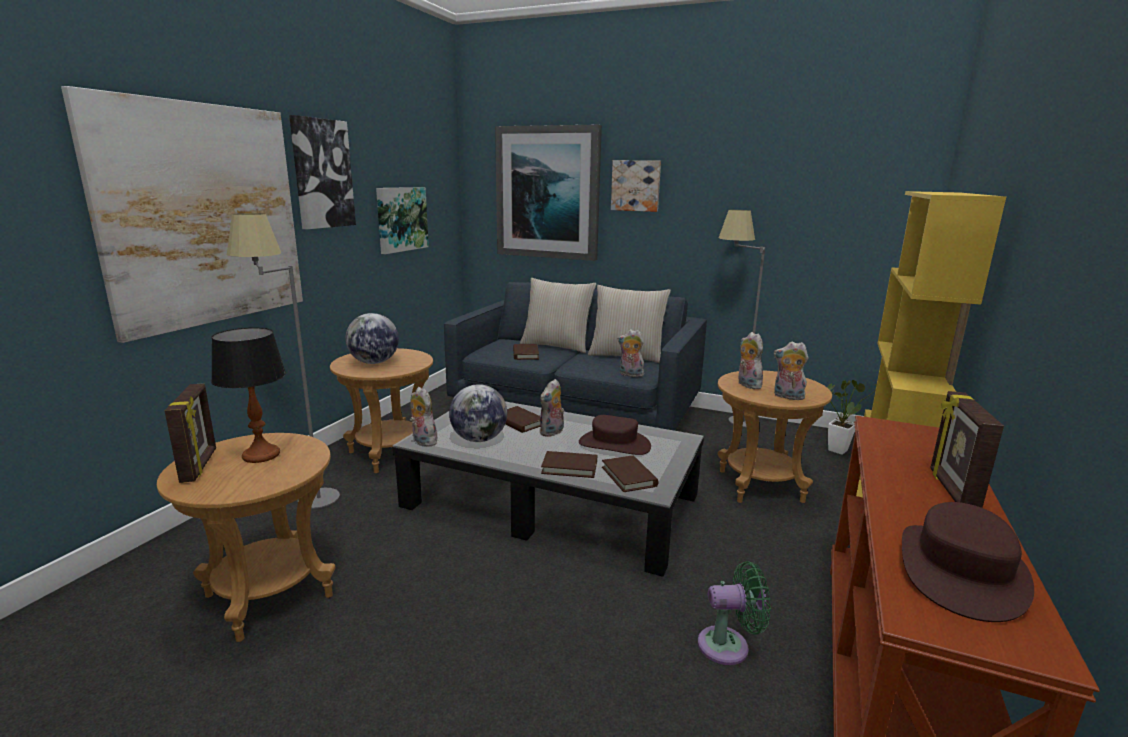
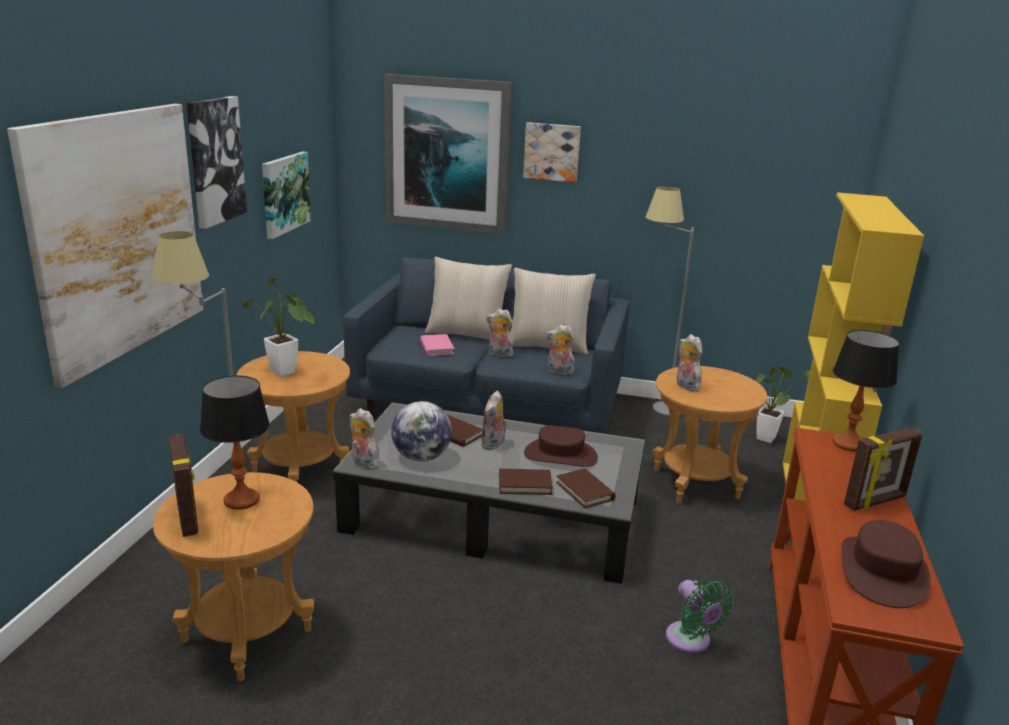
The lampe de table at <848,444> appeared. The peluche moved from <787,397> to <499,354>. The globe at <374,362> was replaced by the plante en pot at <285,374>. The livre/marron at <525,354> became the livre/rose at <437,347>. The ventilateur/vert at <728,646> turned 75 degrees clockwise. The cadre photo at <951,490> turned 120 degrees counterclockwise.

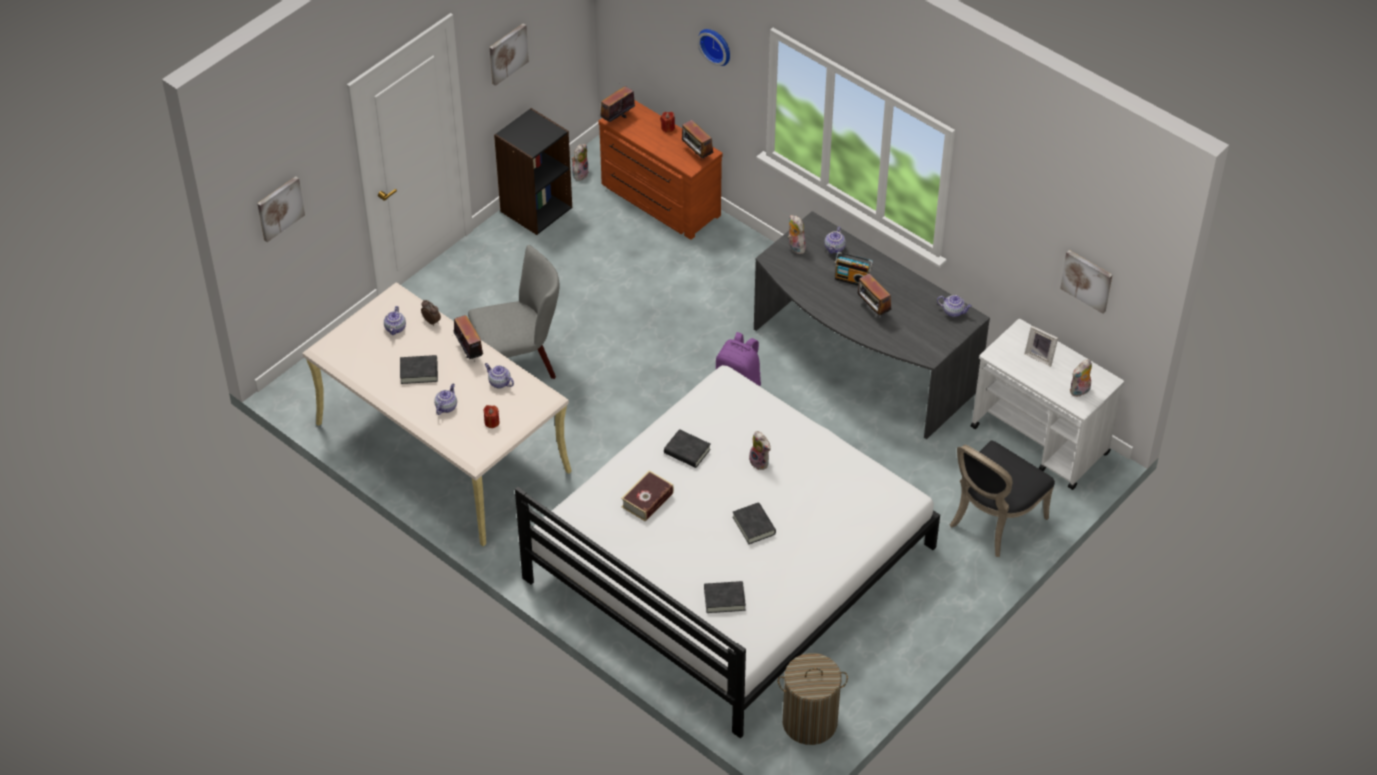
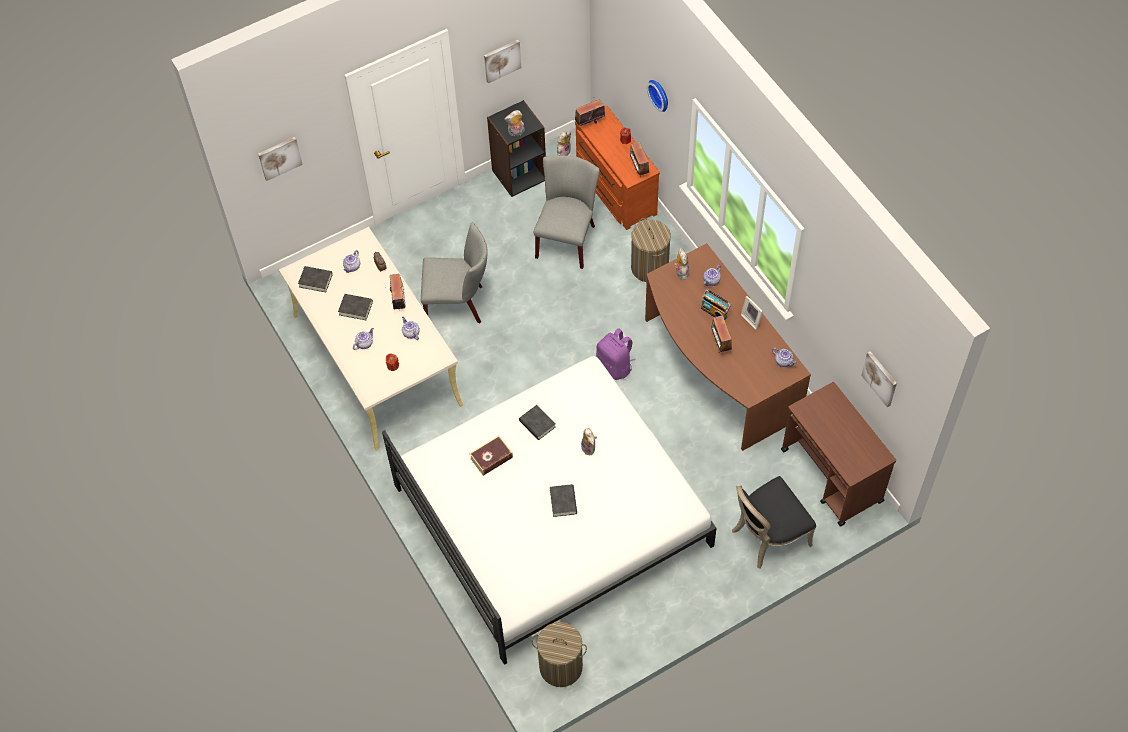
The chaise/gris at <567,238> appeared. The panier à linge at <649,267> appeared. The livre/noir moved from <724,599> to <315,280>. The cadre photo moved from <1040,356> to <752,319>. The peluche moved from <1080,391> to <516,132>. The bureau/gris at <861,362> became the bureau/marron at <717,370>. The chariot/blanc at <1040,441> became the chariot/marron at <832,476>.

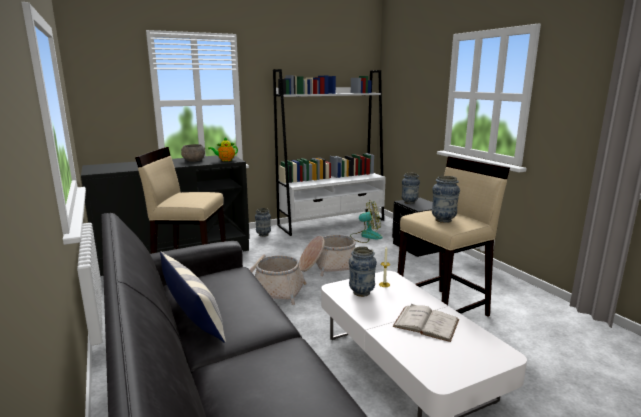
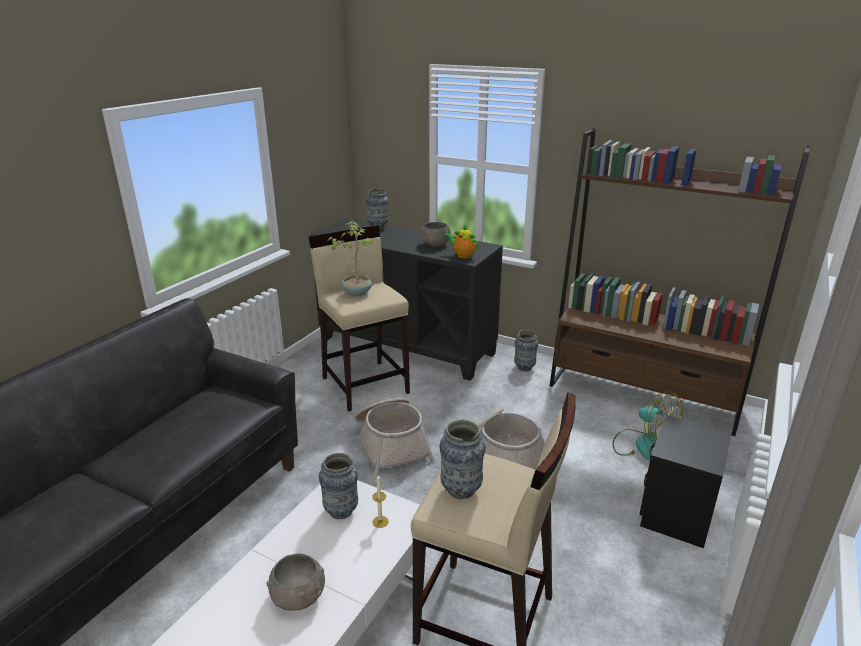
The coussin at <193,316> disappeared. The plante en pot at <357,292> appeared. The vase moved from <409,202> to <378,227>. The livre/blanc at <426,323> was replaced by the bol/gris at <298,597>. The bibliothèque/blanc at <332,223> became the bibliothèque/marron at <643,396>.

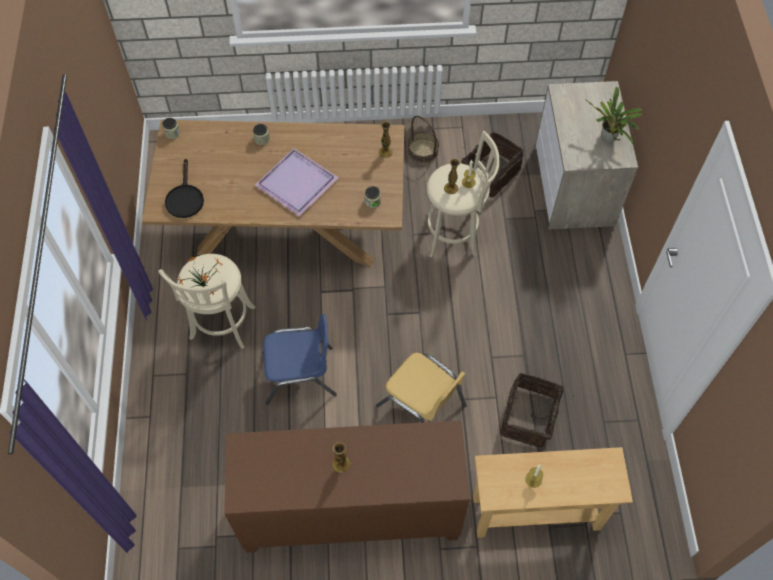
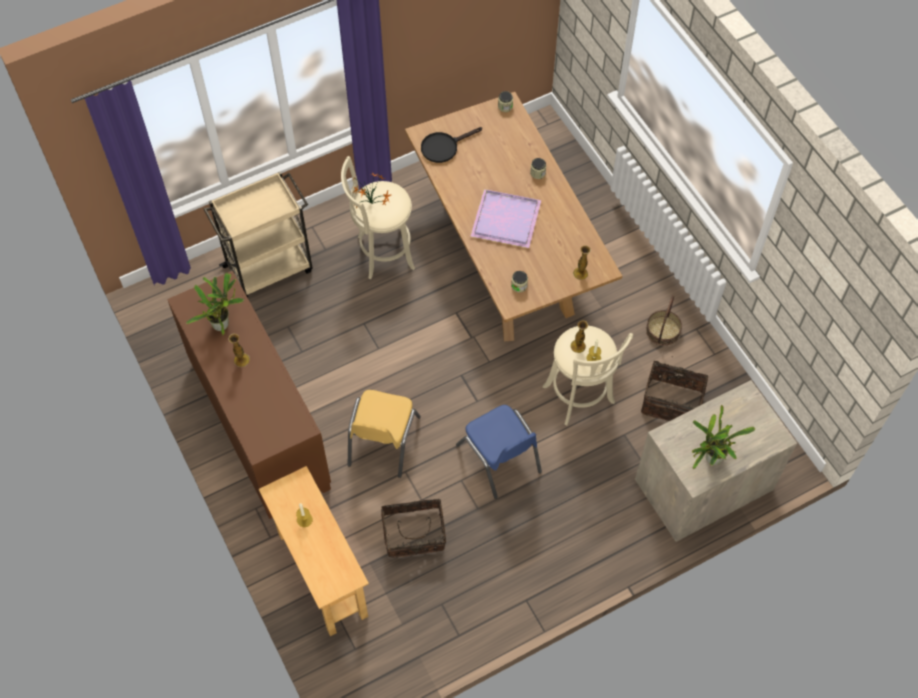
The plante en pot at <222,323> appeared. The chariot/beige at <269,268> appeared. The chaise/bleu moved from <300,375> to <499,458>.

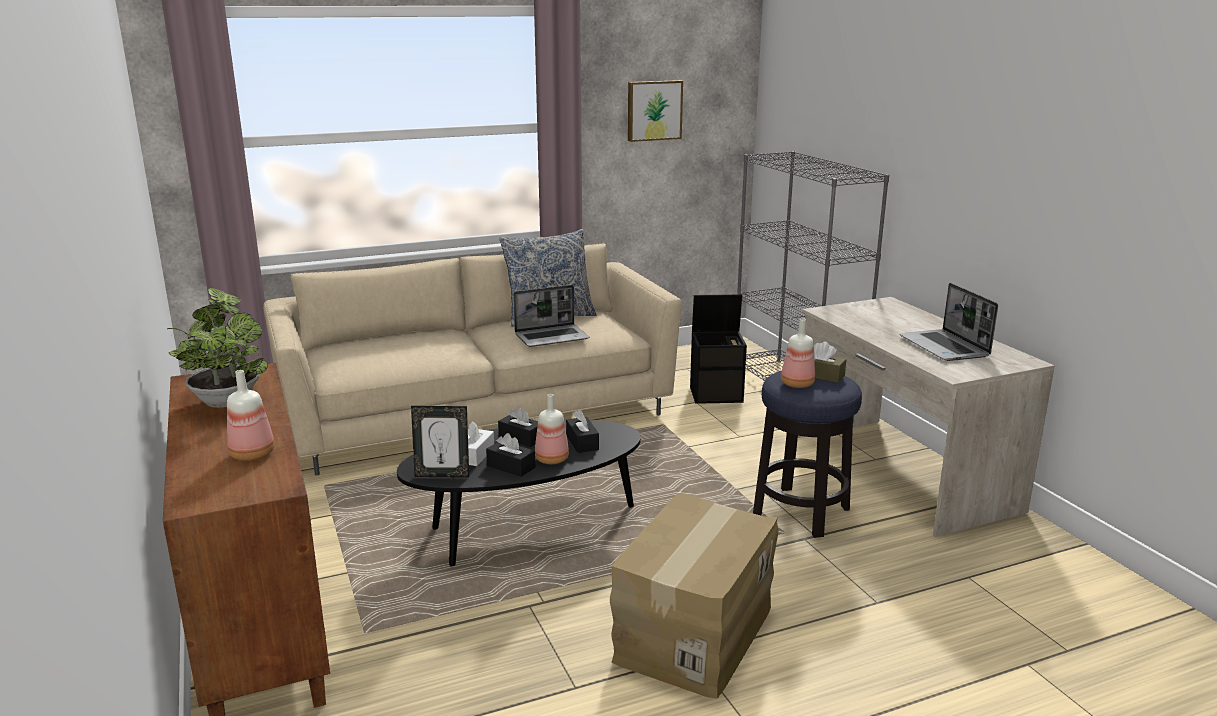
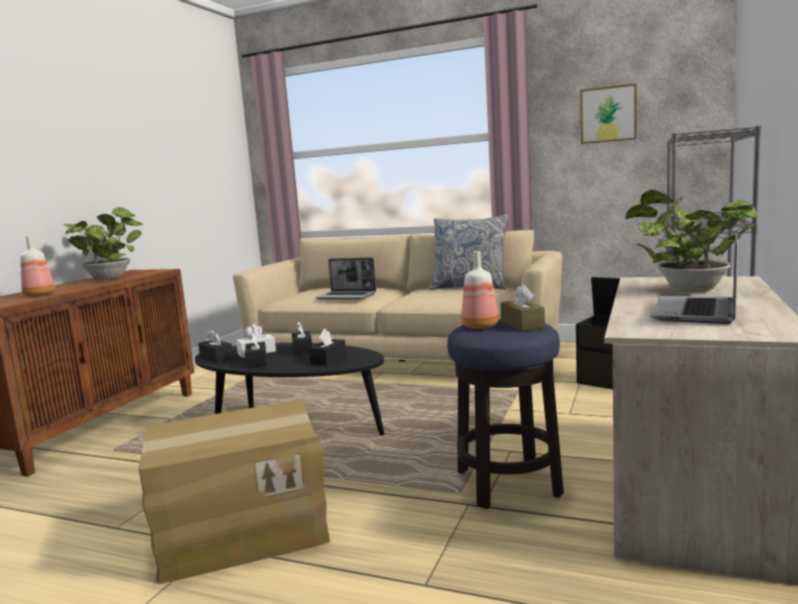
The bouteille at <552,460> disappeared. The plante en pot at <687,289> appeared. The ordinateur portable moved from <552,337> to <347,296>. The cadre photo at <442,475> was replaced by the boîte à mouchoirs/noir at <216,358>.

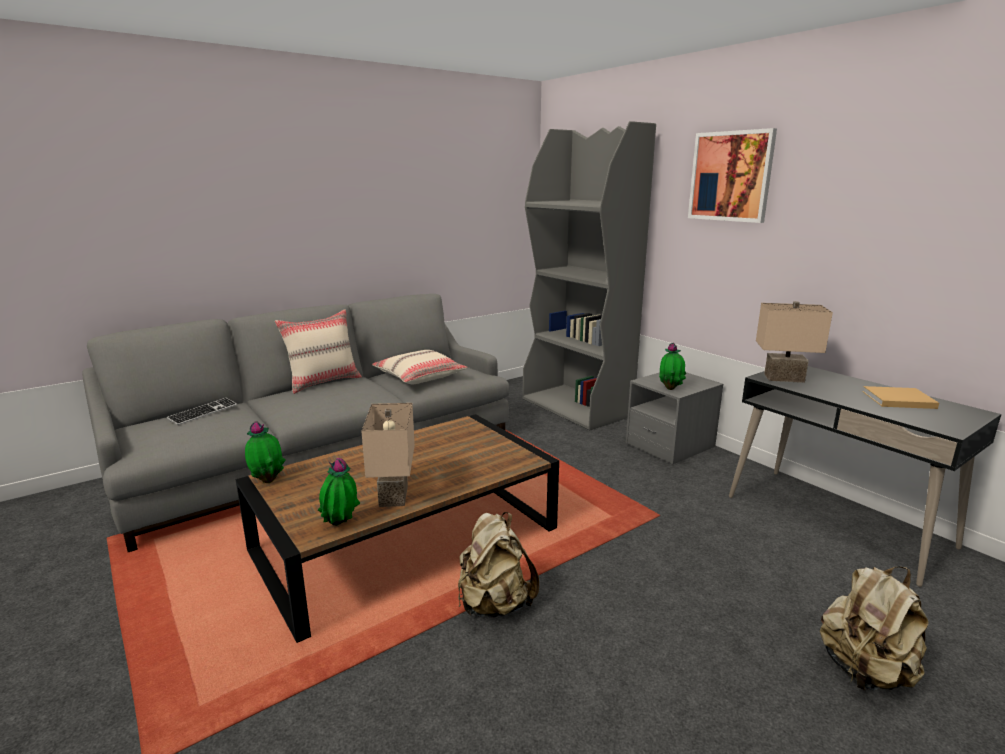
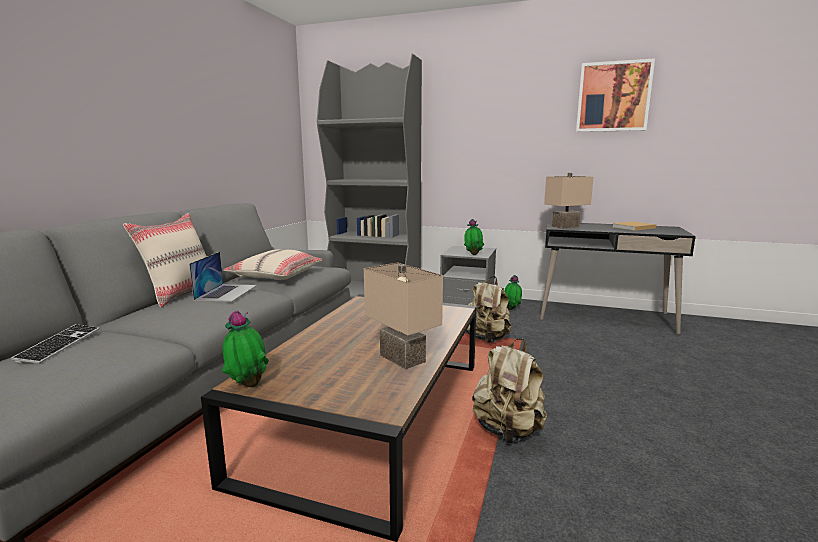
The ordinateur portable at <227,292> appeared. The plante en pot moved from <341,525> to <512,309>. The tableau moved from <730,176> to <613,97>. The sac à dos/beige moved from <865,671> to <486,339>.

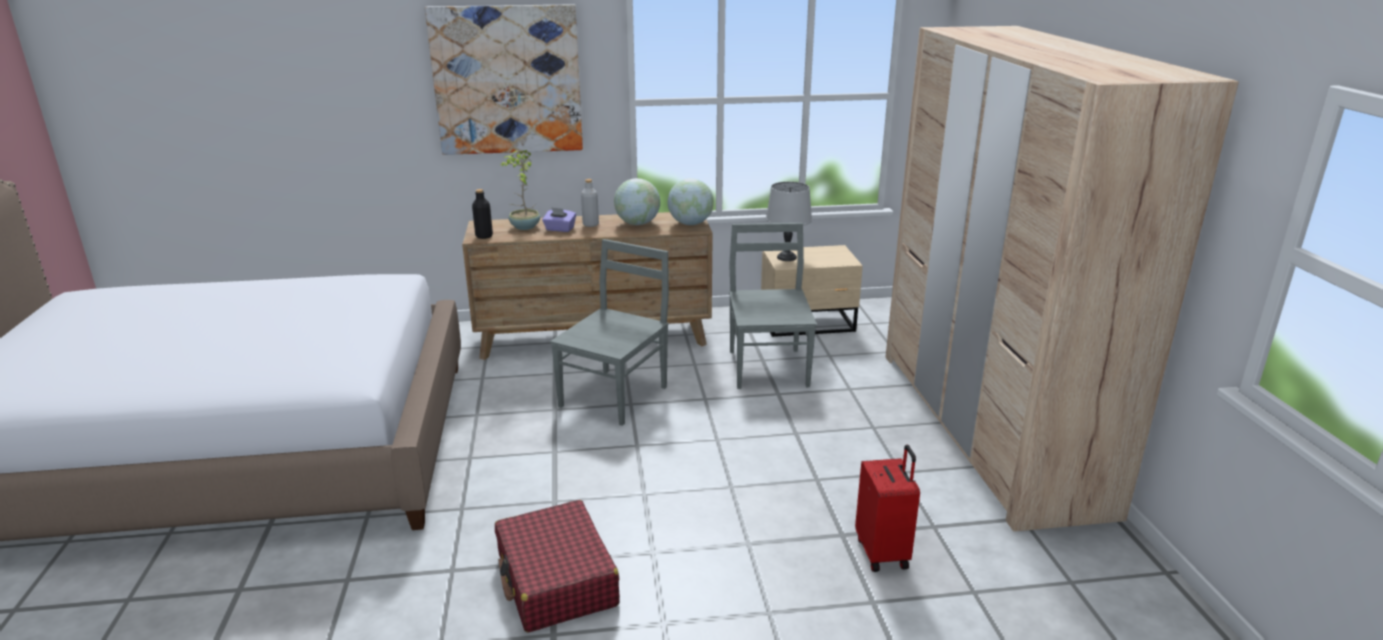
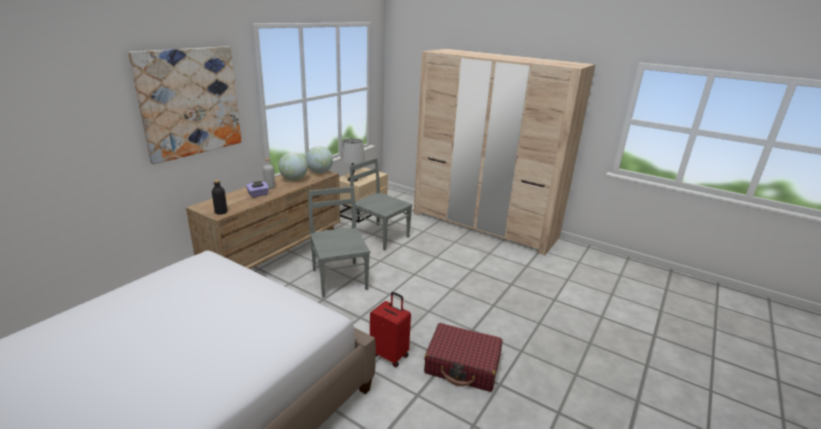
The plante en pot at <524,227> disappeared. The valise/rouge moved from <883,553> to <390,354>.

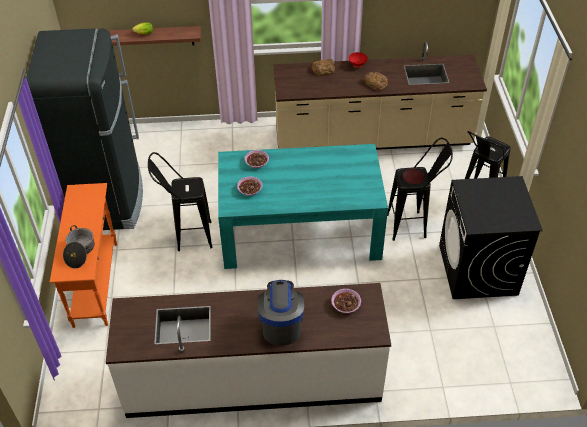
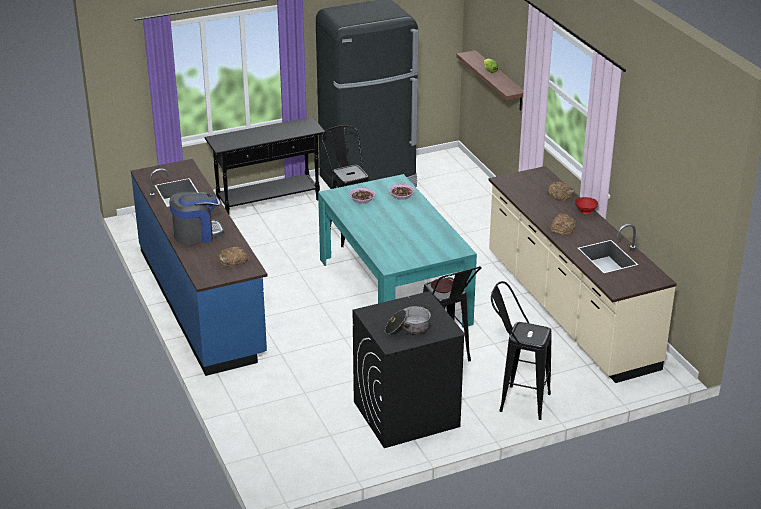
The marmite moved from <80,252> to <408,328>. The bol at <346,304> was replaced by the pain at <232,260>. The table console/orange at <96,283> became the table console/noir at <269,202>. The comptoir de cuisine/blanc at <253,379> became the comptoir de cuisine/bleu at <201,302>.

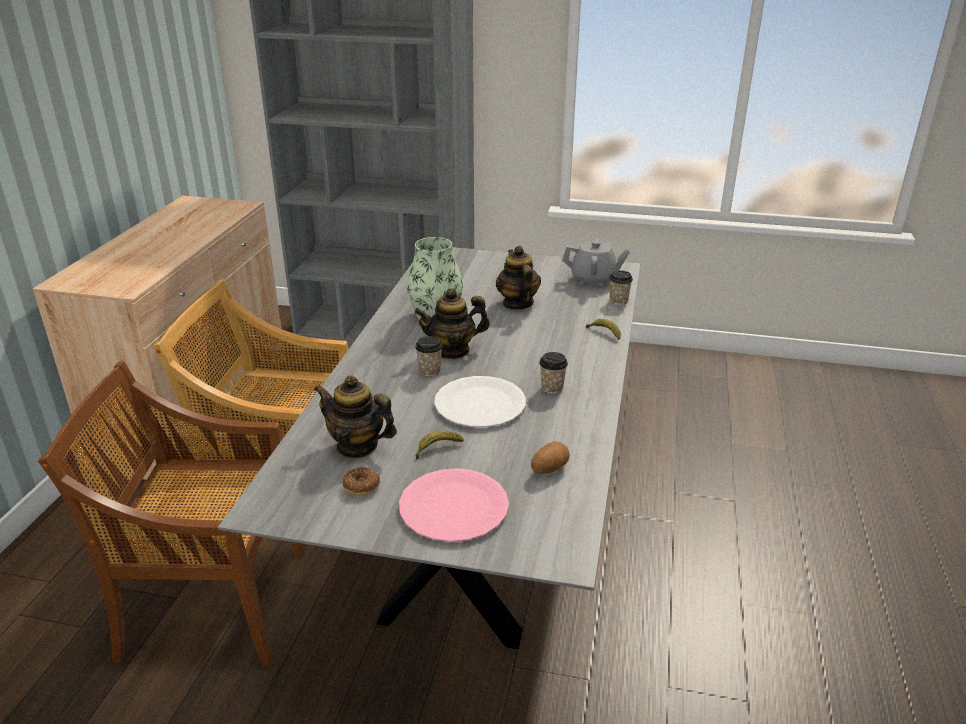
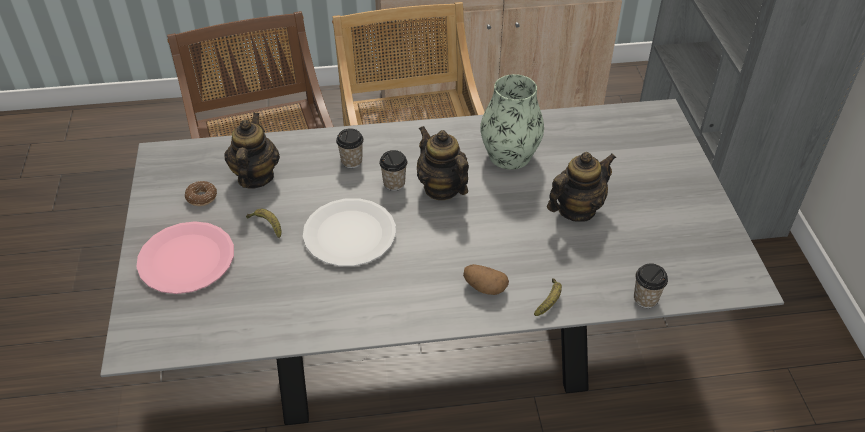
The théière/gris at <593,280> disappeared. The pomme de terre moved from <549,468> to <484,287>. The tasse moved from <552,388> to <351,161>.

